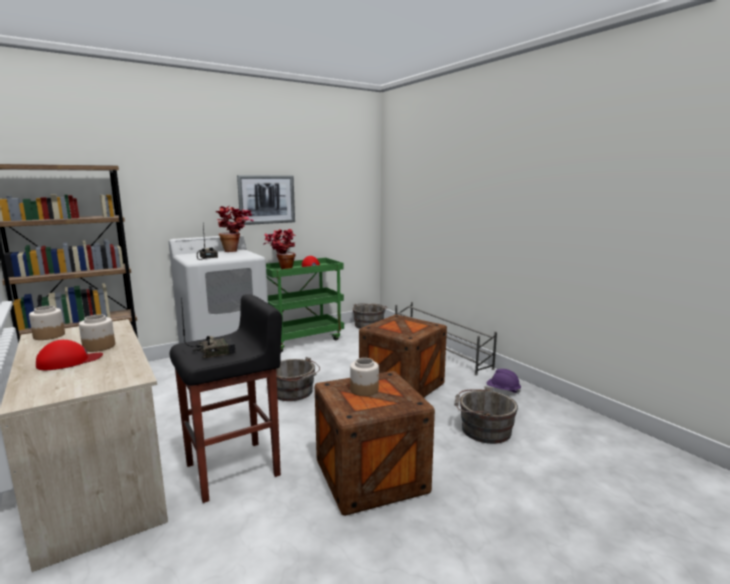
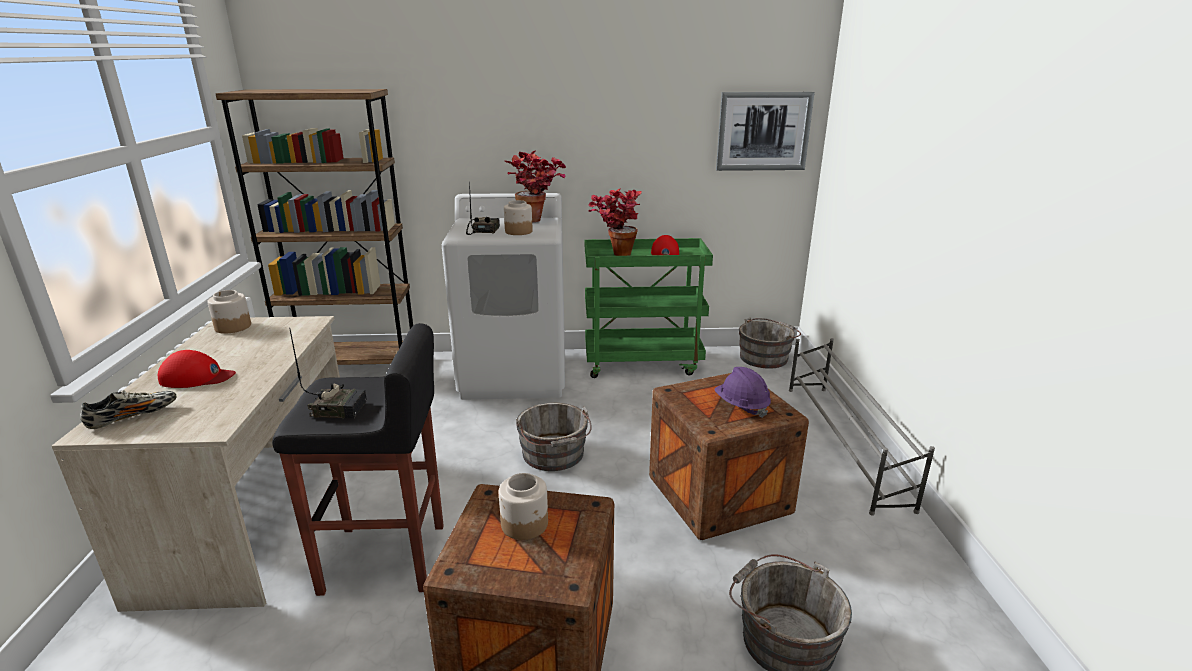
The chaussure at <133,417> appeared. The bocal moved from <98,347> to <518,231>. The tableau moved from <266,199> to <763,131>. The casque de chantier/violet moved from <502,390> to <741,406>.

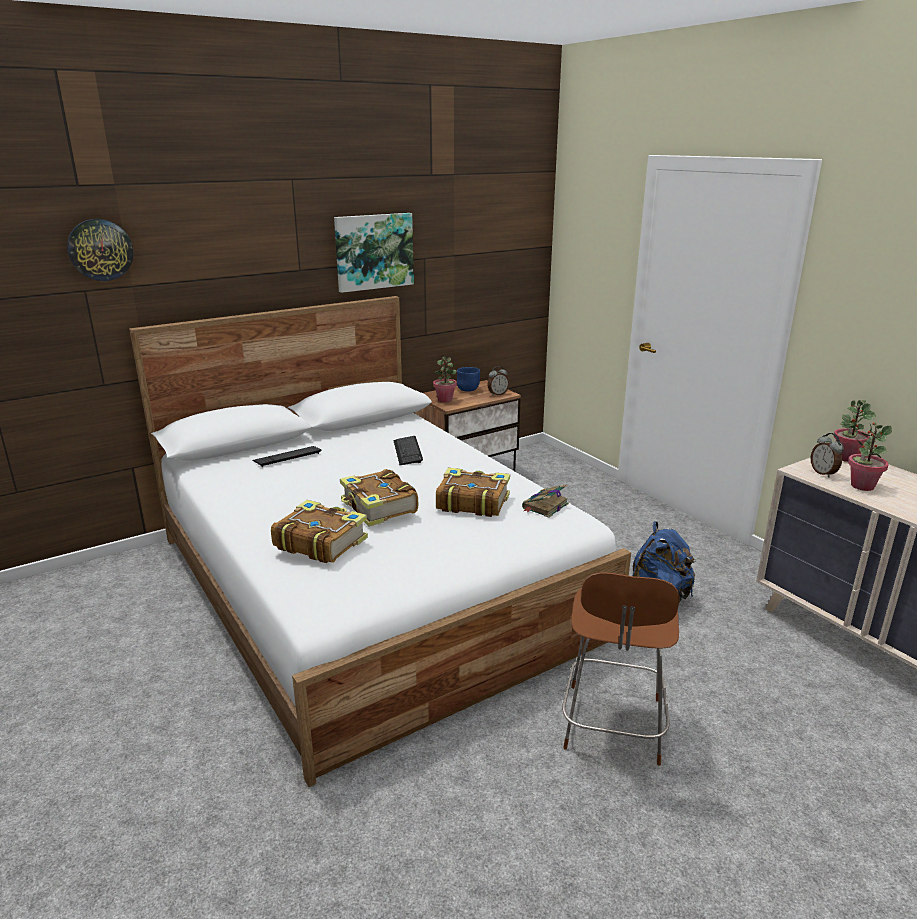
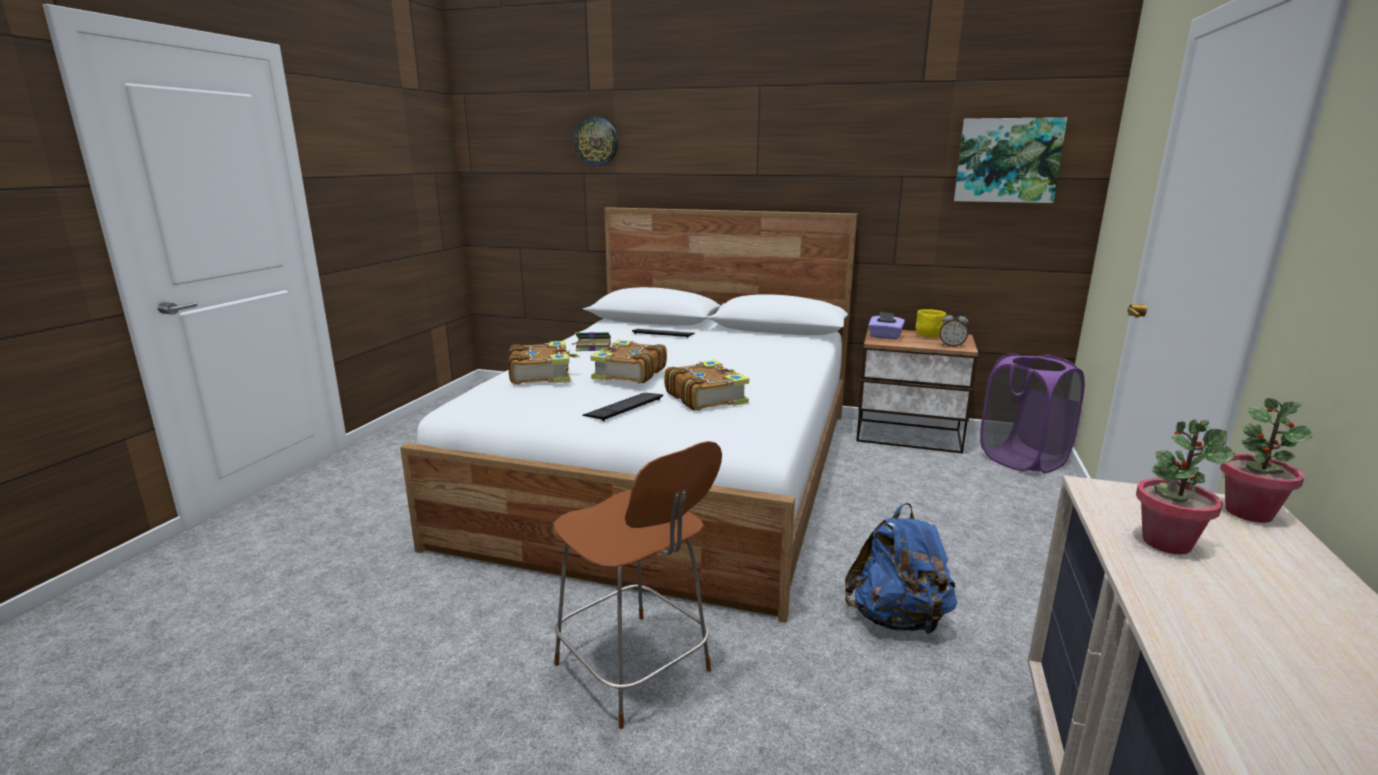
The réveil at <823,473> disappeared. The panier à linge/violet at <1022,459> appeared. The tableau moved from <374,251> to <1007,160>. The clavier moved from <407,452> to <624,407>. The livre moved from <544,506> to <592,347>. The plante en pot at <445,400> was replaced by the boîte à mouchoirs/violet at <885,337>. The bol/bleu at <468,390> became the bol/jaune at <929,336>. The chaise/marron at <612,727> turned 105 degrees counterclockwise.

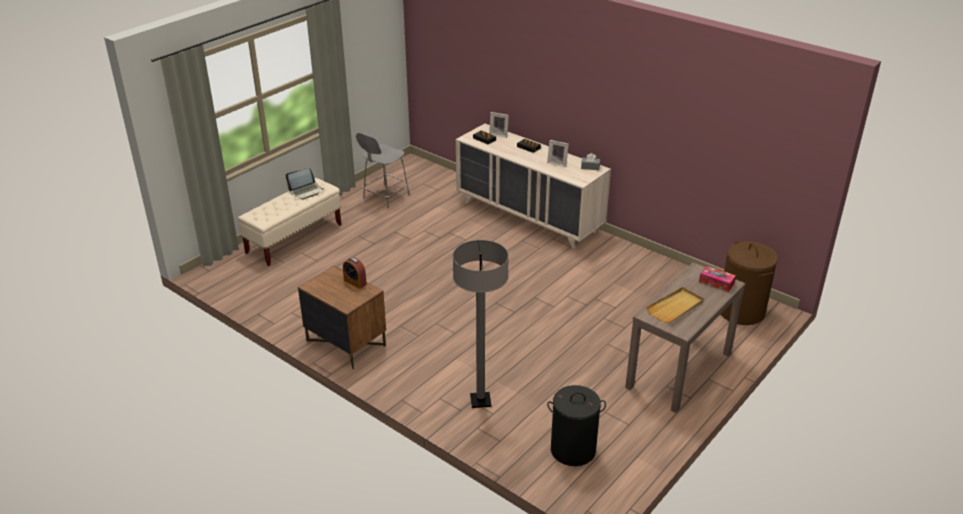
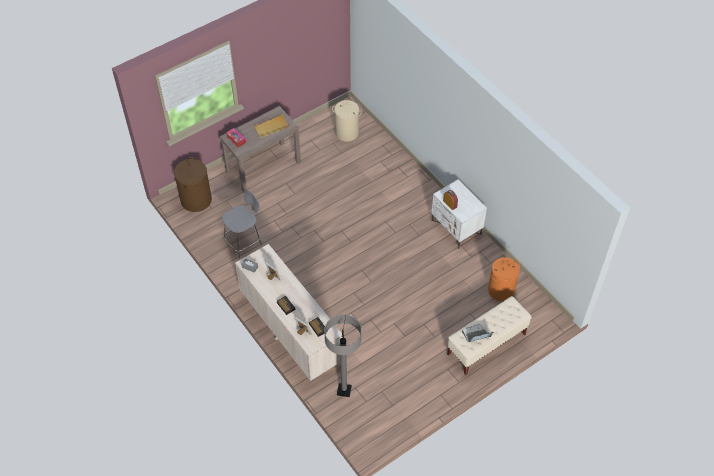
The panier à linge/orange at <500,290> appeared. The chaise/gris moved from <385,197> to <244,242>. The lampadaire/gris moved from <480,401> to <344,390>. The table de chevet/marron at <345,343> became the table de chevet/blanc at <456,228>. The panier à linge/noir at <572,450> became the panier à linge/beige at <347,133>.

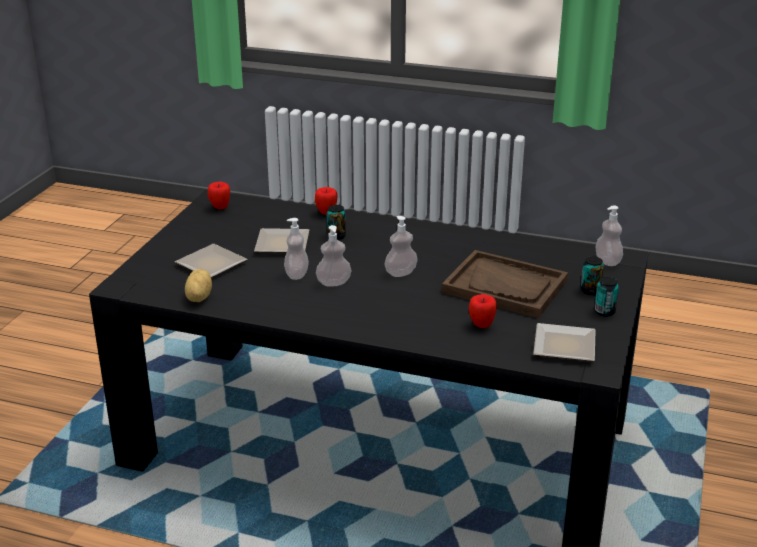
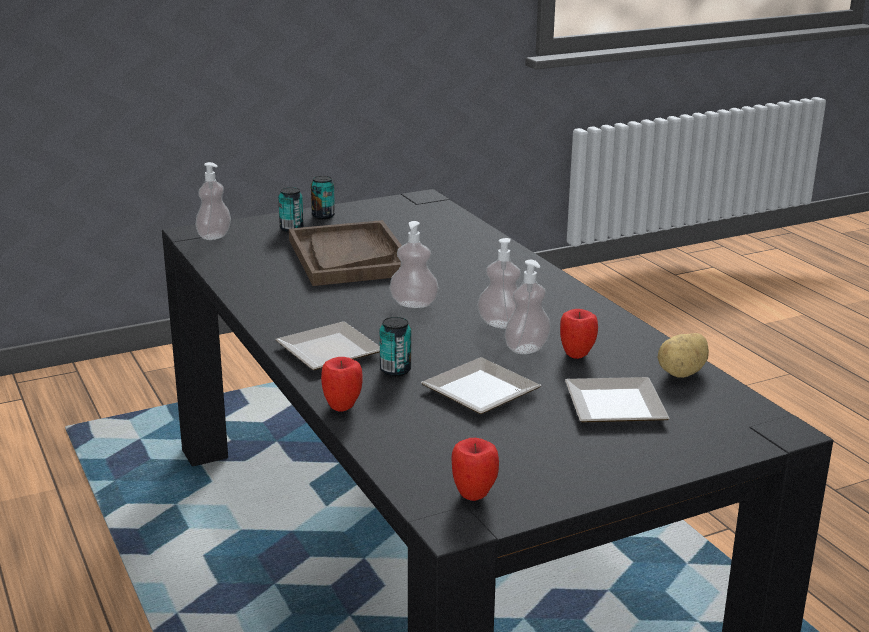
The pomme moved from <481,326> to <577,354>. The assiette moved from <562,345> to <328,353>.

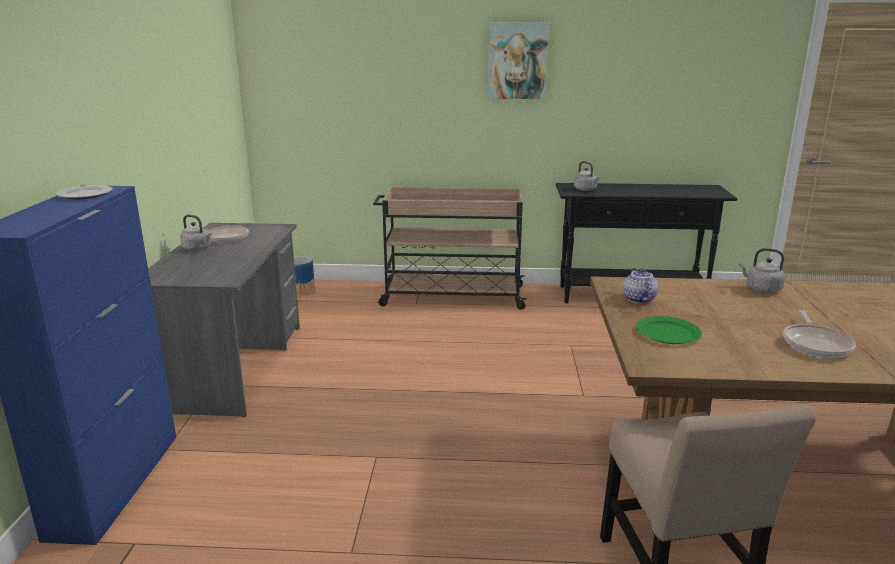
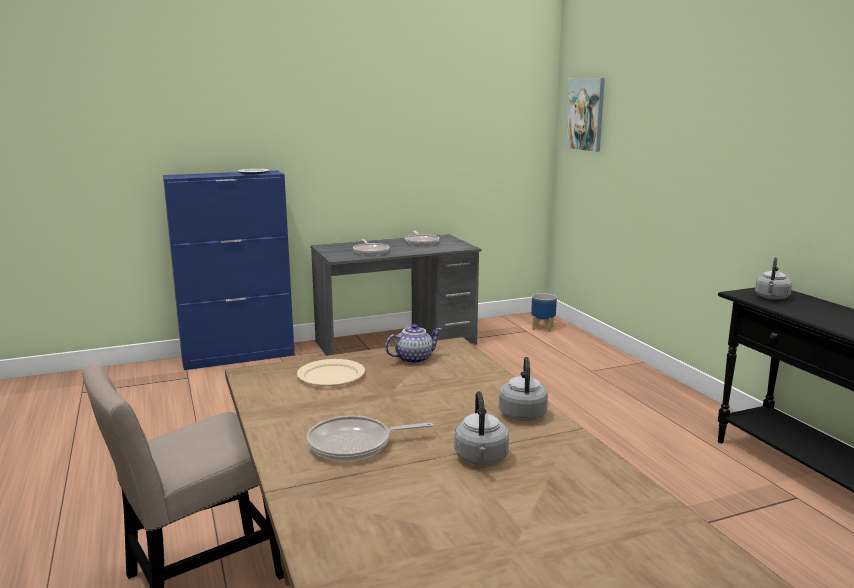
The chariot/beige at <451,296> disappeared. The poêle at <370,251> appeared. The bouilloire/gris moved from <198,249> to <481,459>. The tableau moved from <517,61> to <585,114>. The assiette/vert at <668,333> became the assiette/beige at <331,376>.

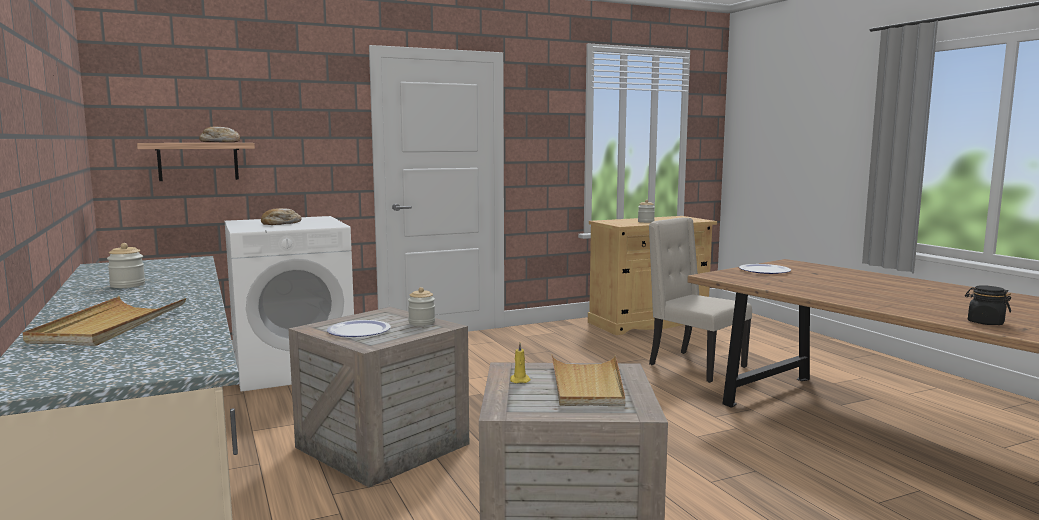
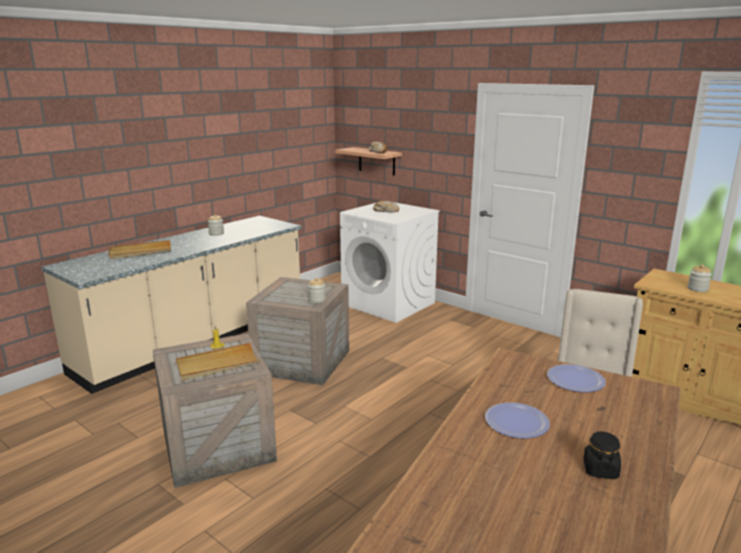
The assiette moved from <359,330> to <516,422>. The bocal/noir moved from <985,322> to <600,469>.

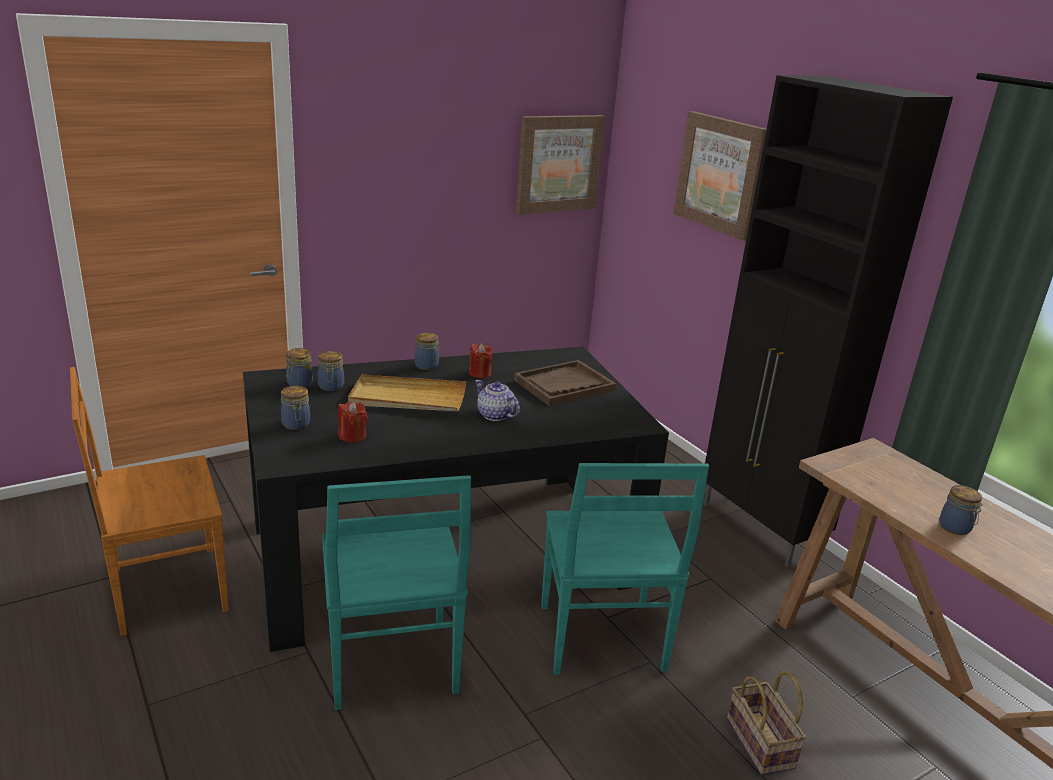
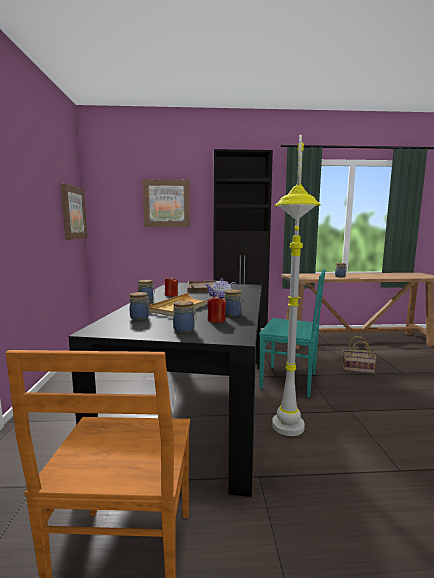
The bocal moved from <299,384> to <233,314>. The chaise/turquoise at <392,666> was replaced by the lampadaire/gris at <287,443>.

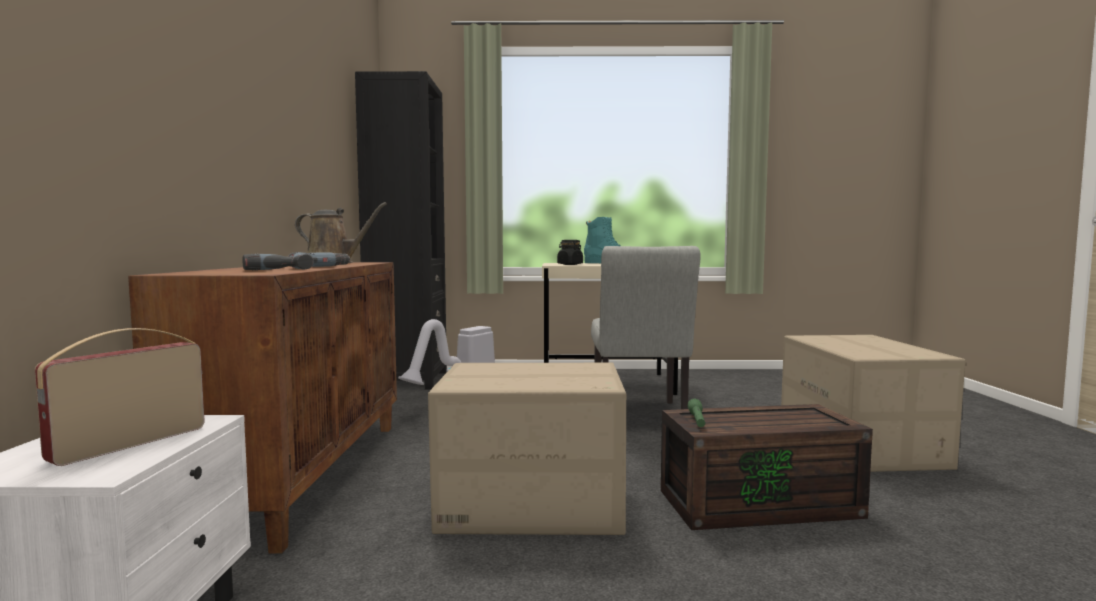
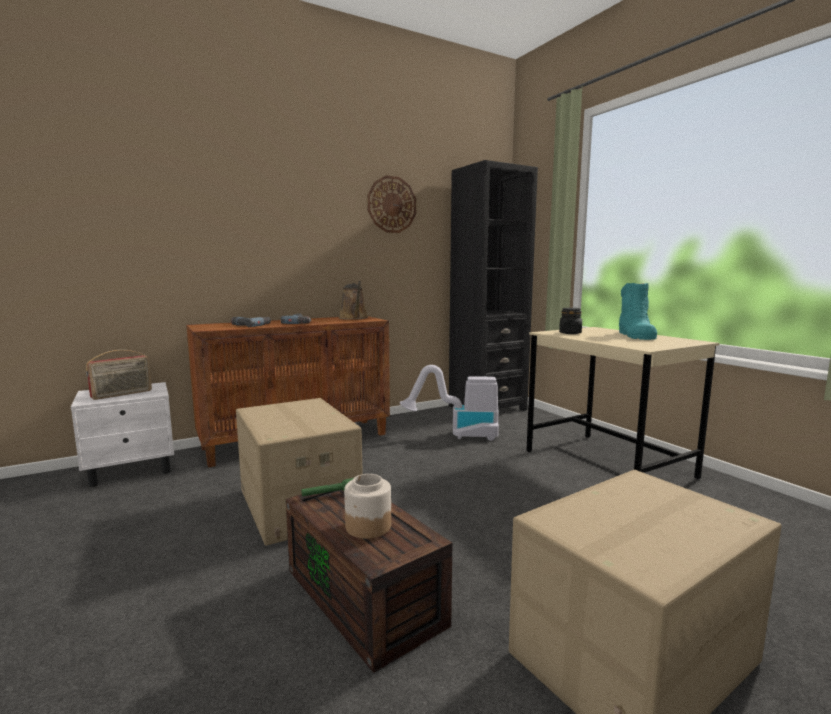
The chaise/gris at <639,417> disappeared. The bocal at <368,526> appeared. The horloge murale at <391,204> appeared. The radio at <129,443> turned 135 degrees clockwise.

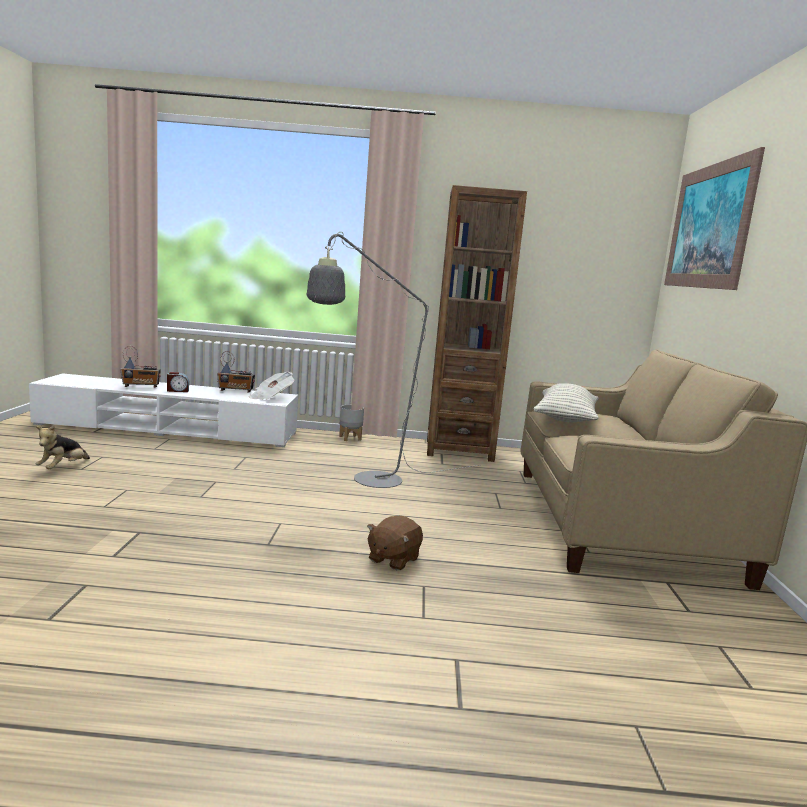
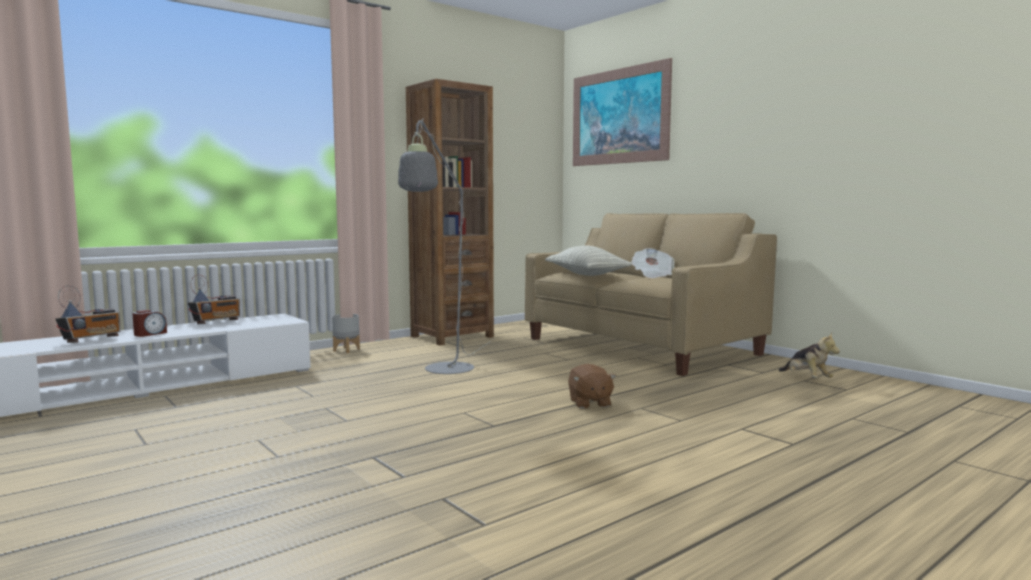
The peluche moved from <63,468> to <806,379>. The journal moved from <271,397> to <652,275>.

